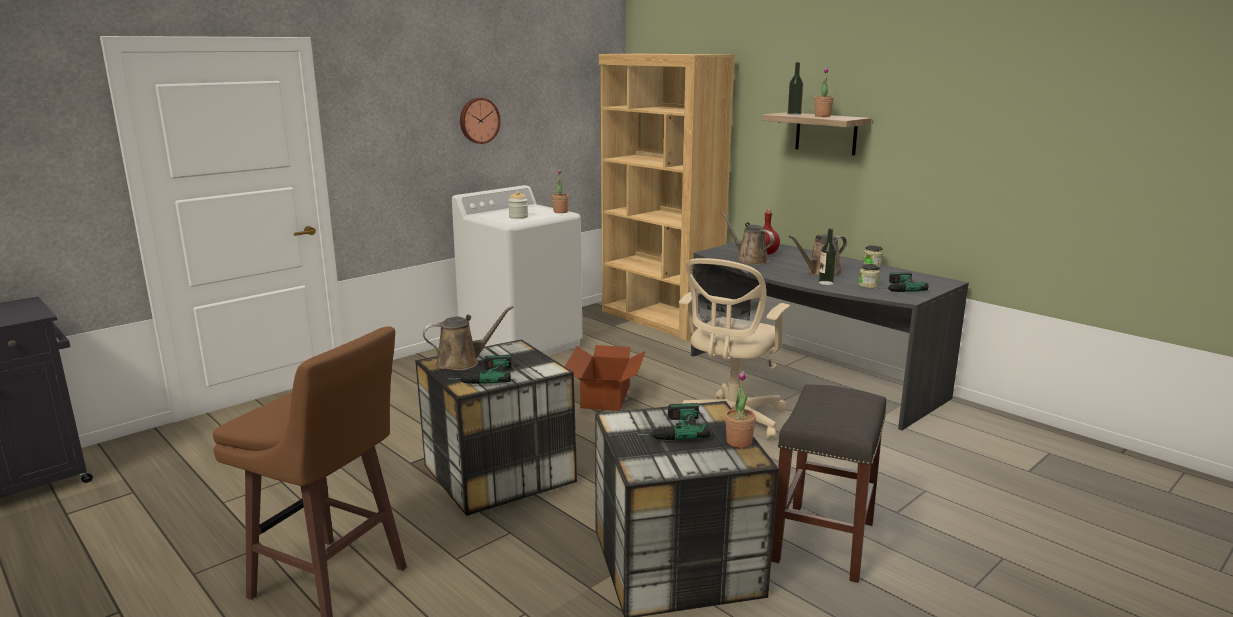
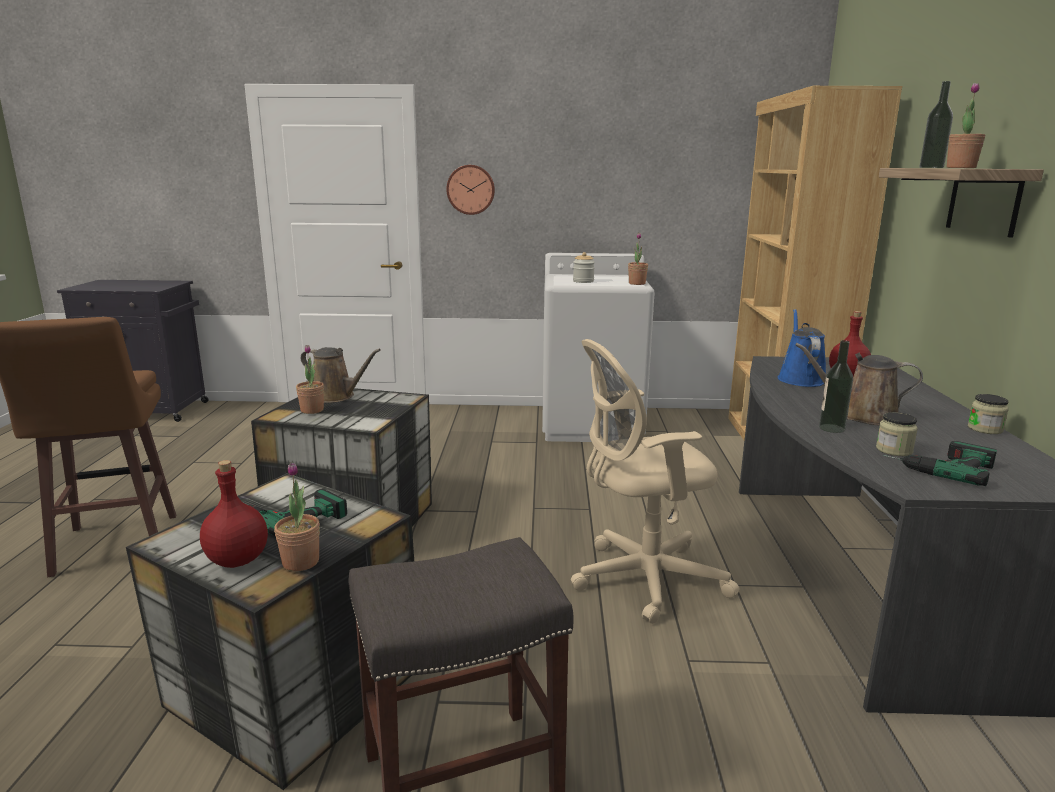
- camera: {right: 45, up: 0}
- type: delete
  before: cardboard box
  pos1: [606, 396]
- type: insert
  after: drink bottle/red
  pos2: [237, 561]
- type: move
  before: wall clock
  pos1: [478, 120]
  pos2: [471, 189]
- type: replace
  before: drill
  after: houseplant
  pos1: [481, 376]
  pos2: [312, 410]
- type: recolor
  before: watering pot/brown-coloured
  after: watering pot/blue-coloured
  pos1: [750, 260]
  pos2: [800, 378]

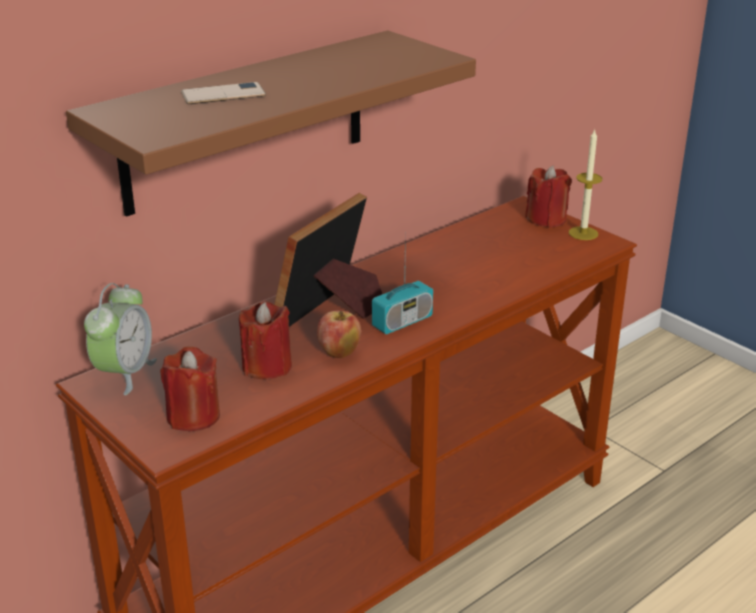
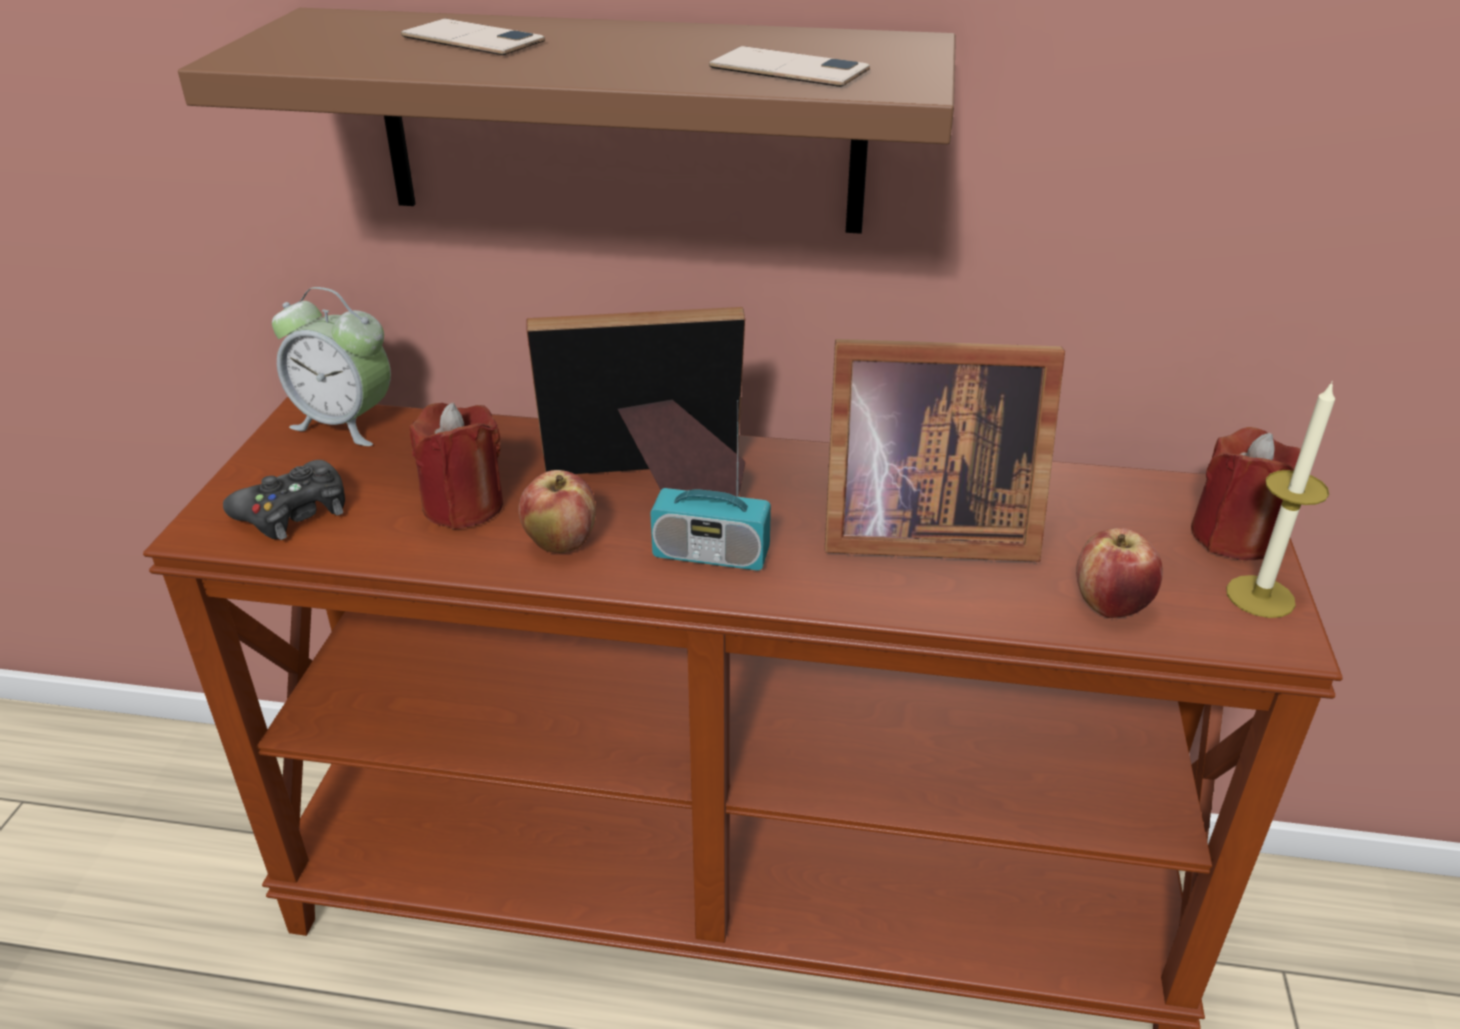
- camera: {right: 50, up: 5}
- type: insert
  after: handset
  pos2: [789, 69]
- type: insert
  after: photo frame
  pos2: [918, 528]
- type: insert
  after: apple
  pos2: [1111, 605]
- type: replace
  before: candle/red
  after: gamepad/black
  pos1: [193, 416]
  pos2: [294, 512]
- type: rotate
  before: alarm clock
  pos1: [125, 373]
  pos2: [345, 423]
  turn: 45

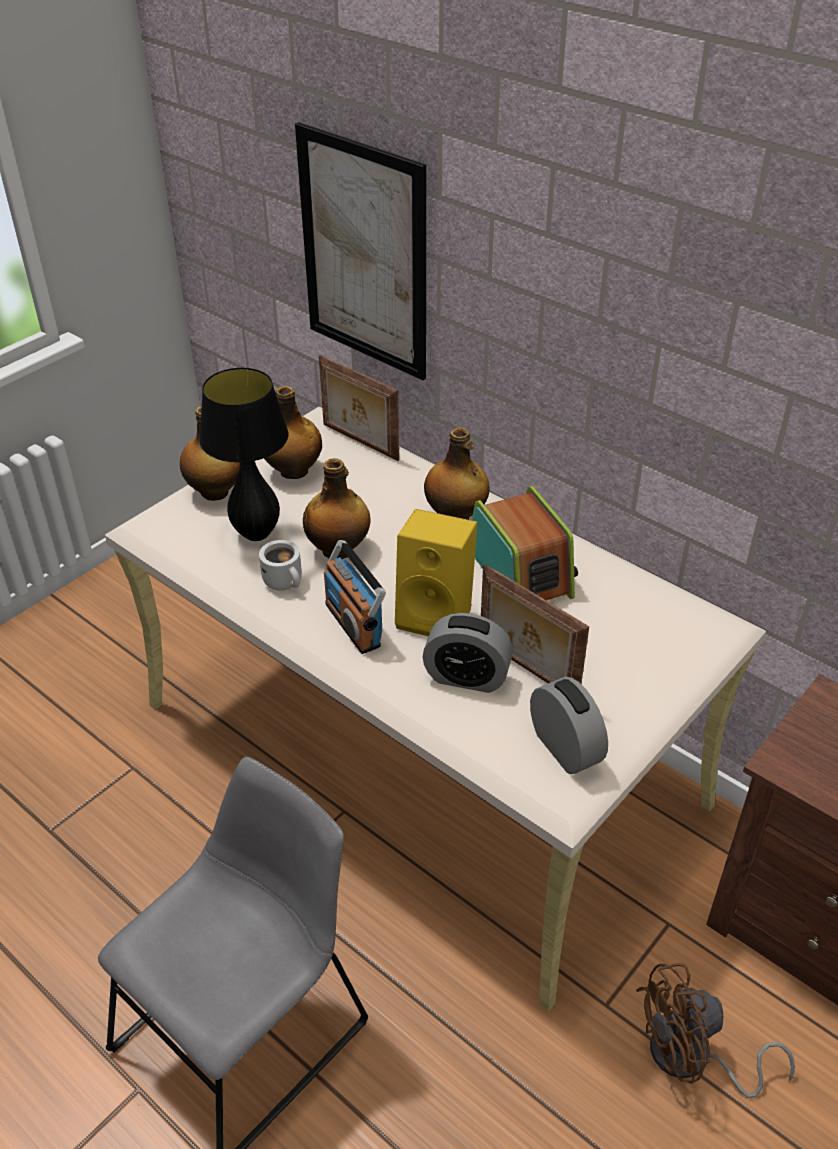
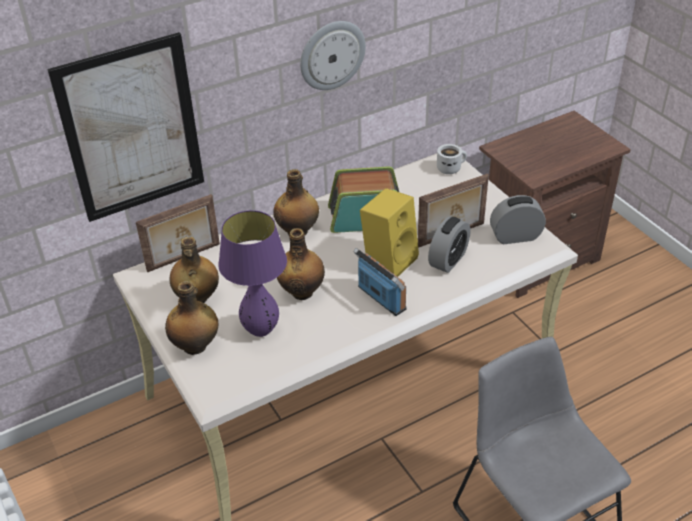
- camera: {right: -70, up: 0}
- type: delete
  before: fan/brown-coloured
  pos1: [692, 1059]
- type: insert
  after: wall clock
  pos2: [331, 55]
- type: move
  before: mug/white
  pos1: [286, 581]
  pos2: [450, 168]
- type: recolor
  before: table lamp/black
  after: table lamp/purple
  pos1: [256, 534]
  pos2: [261, 330]
- type: rotate
  before: radio receiver
  pos1: [354, 624]
  pos2: [381, 298]
  turn: -120

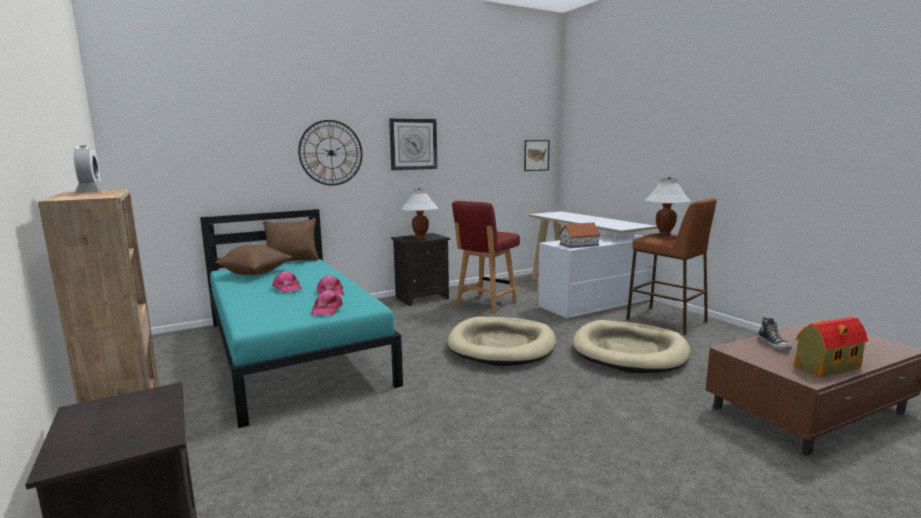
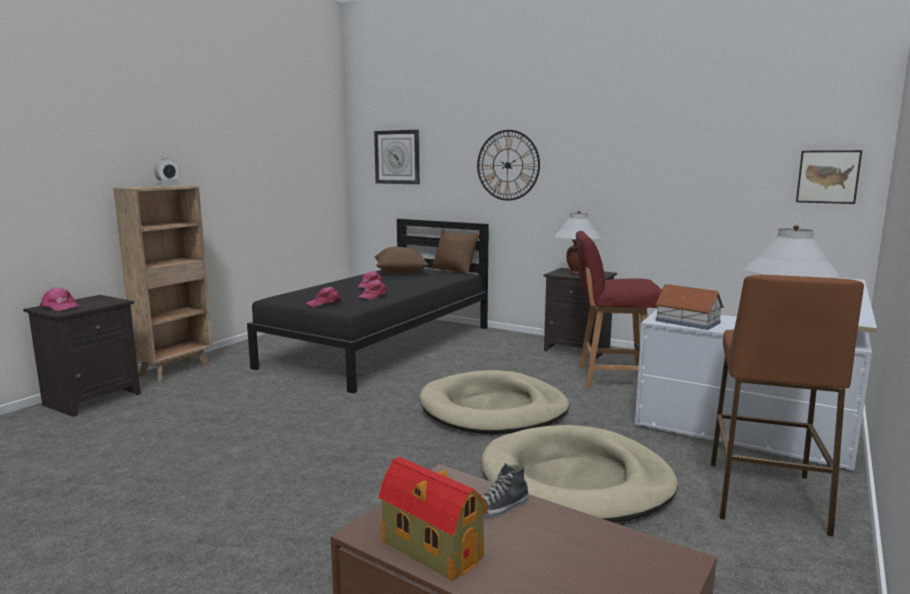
- camera: {right: 60, up: 0}
- type: insert
  after: baseball cap/pinkish
  pos2: [60, 307]
- type: move
  before: wall clock
  pos1: [413, 144]
  pos2: [397, 157]
- type: recolor
  before: sleeping bed/turquoise-coloured
  after: sleeping bed/black
  pos1: [294, 351]
  pos2: [382, 346]

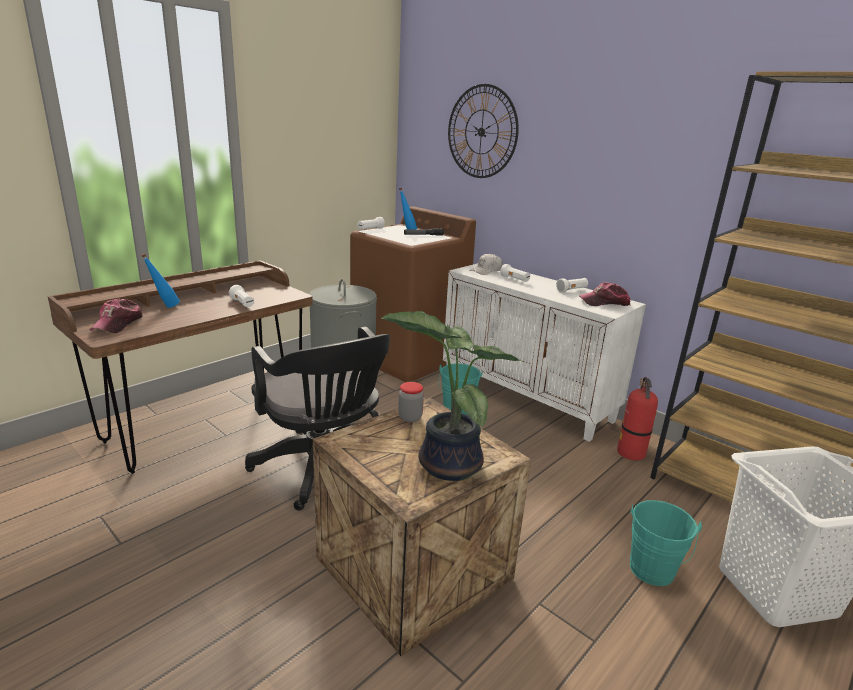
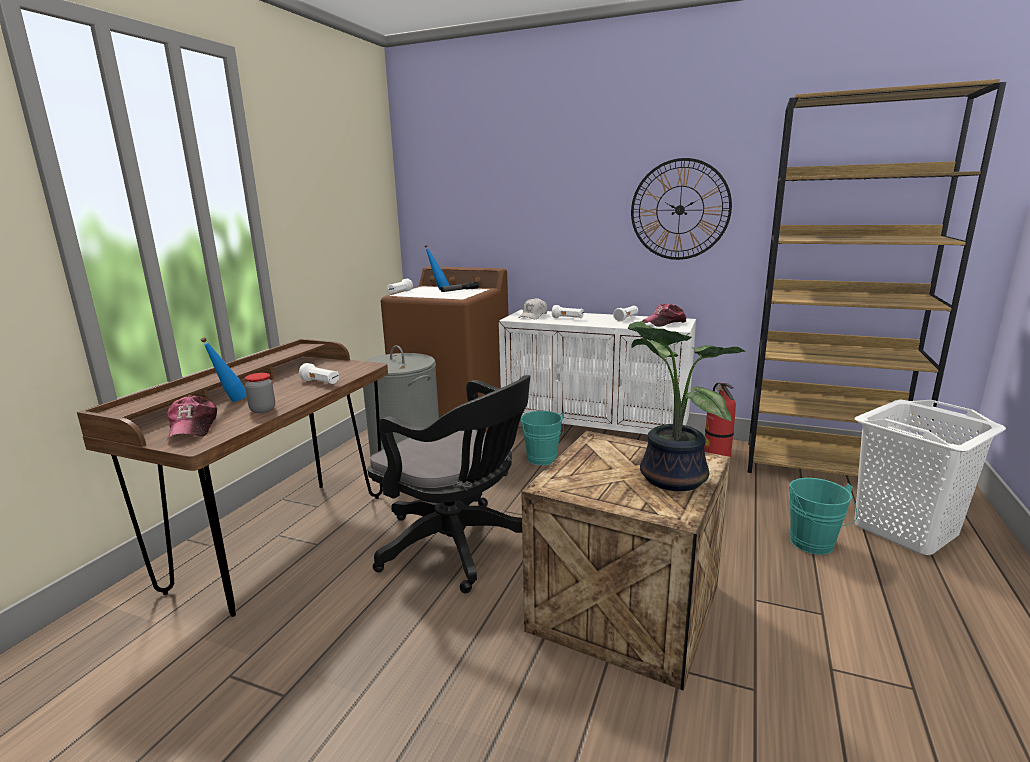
- camera: {right: -20, up: -5}
- type: move
  before: jar
  pos1: [410, 417]
  pos2: [263, 410]
- type: move
  before: wall clock
  pos1: [481, 132]
  pos2: [680, 210]

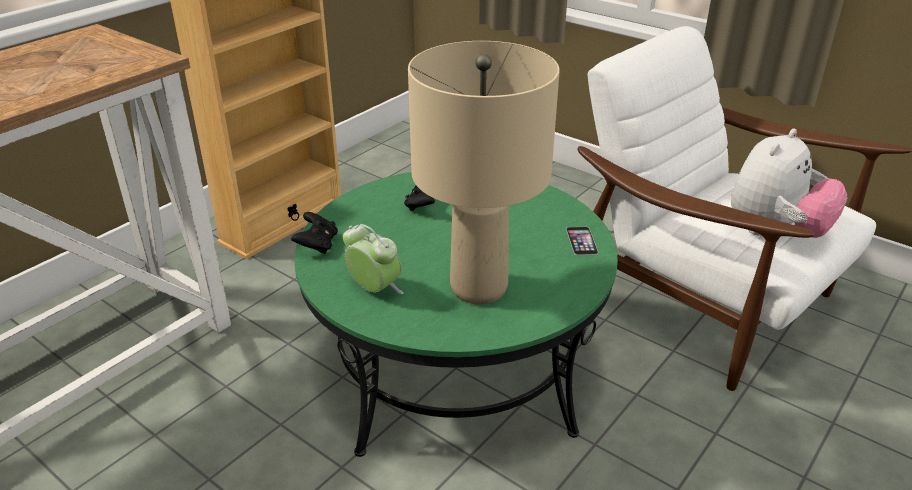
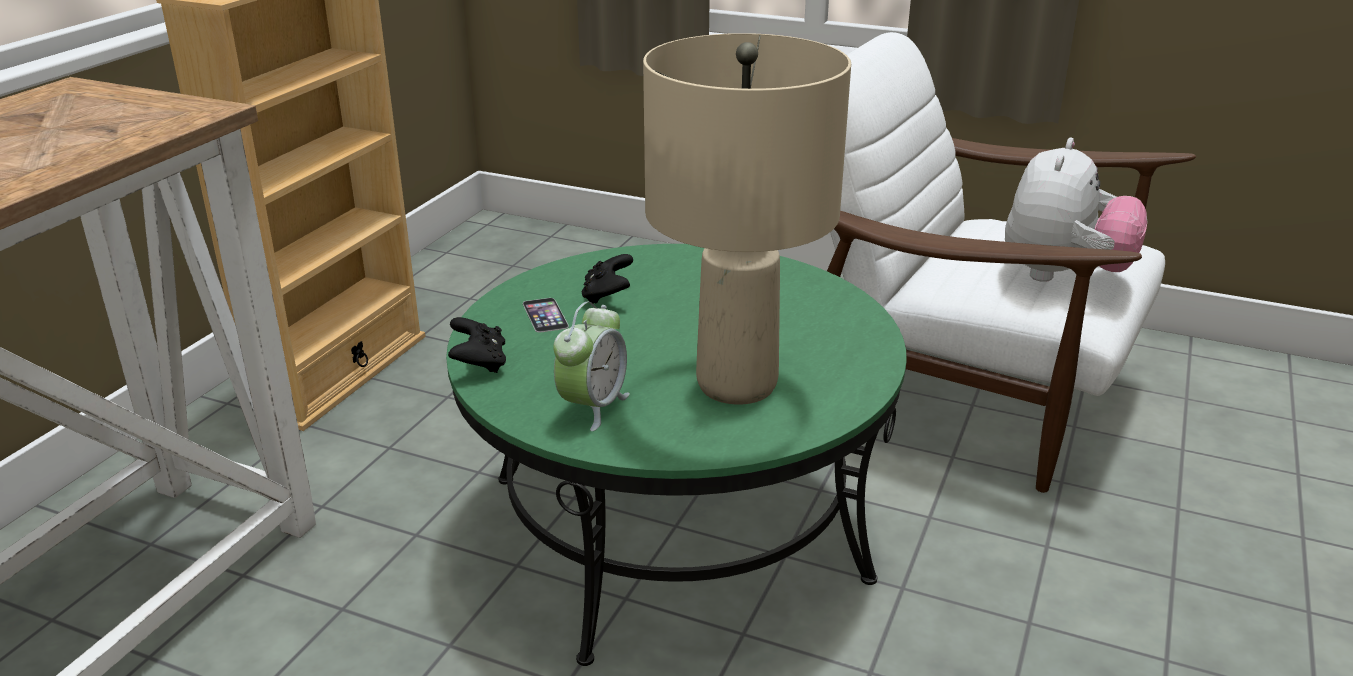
- camera: {right: -15, up: -5}
- type: move
  before: handset
  pos1: [581, 241]
  pos2: [545, 315]
- type: rotate
  before: alarm clock
  pos1: [374, 289]
  pos2: [593, 407]
  turn: 90

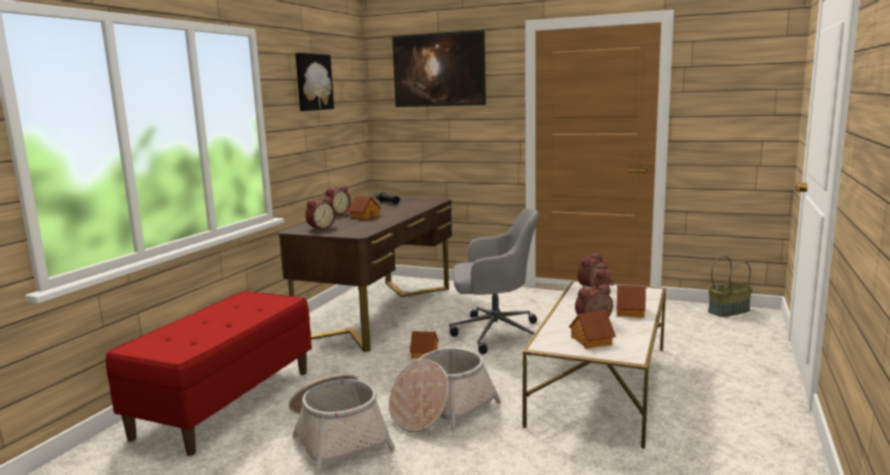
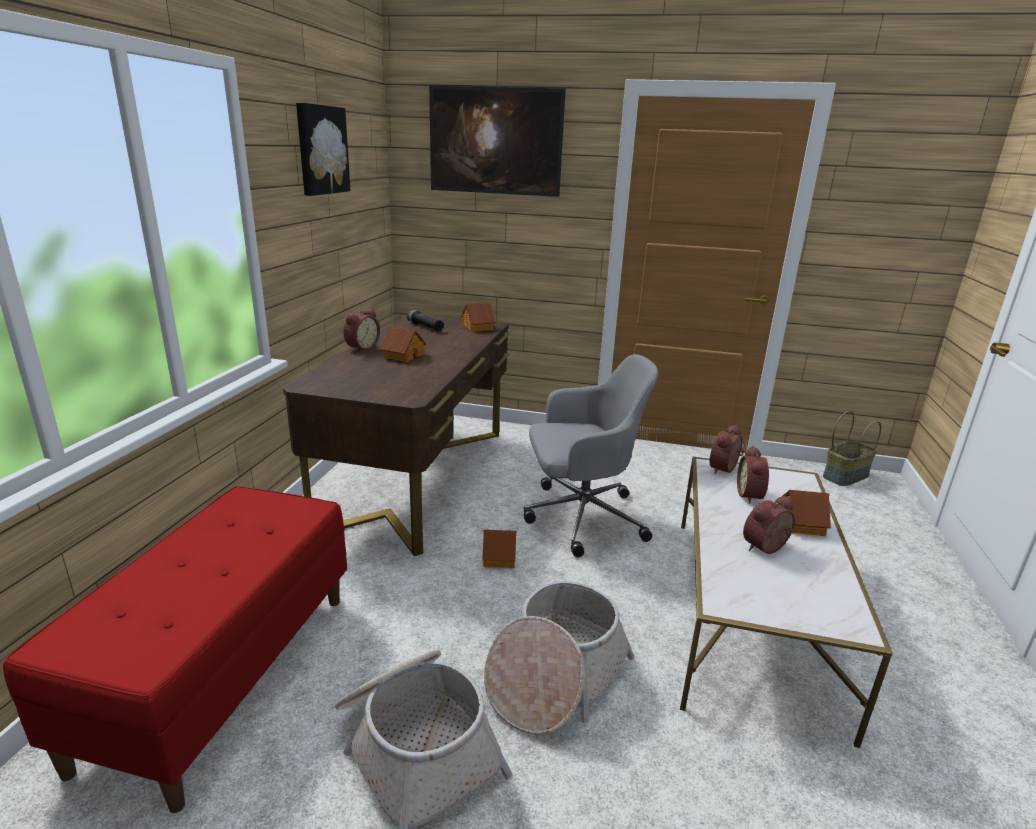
- camera: {right: -10, up: 10}
- type: delete
  before: alarm clock
  pos1: [320, 228]
- type: move
  before: model house
  pos1: [590, 341]
  pos2: [477, 327]

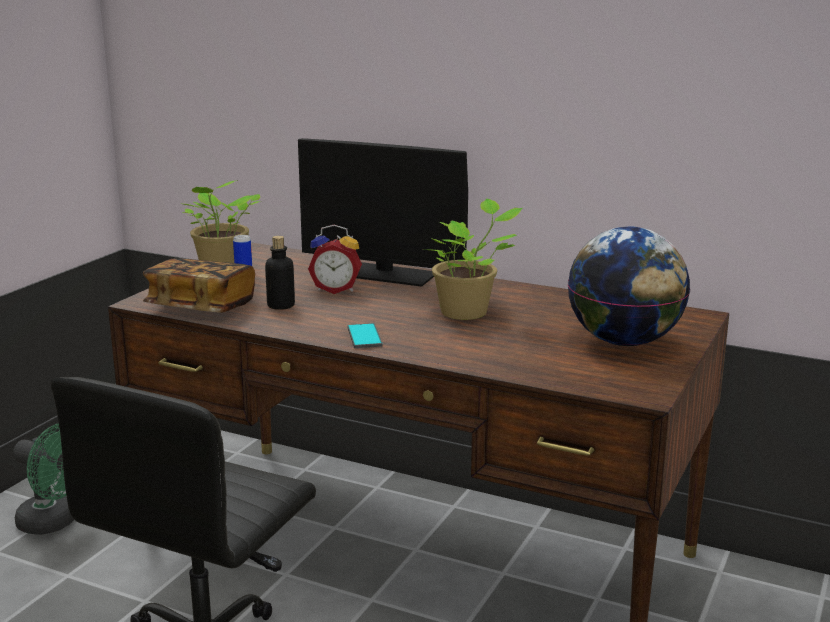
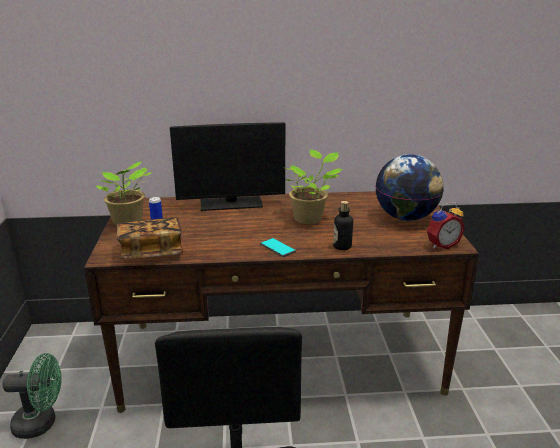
- camera: {right: -30, up: 5}
- type: move
  before: drink bottle
  pos1: [281, 305]
  pos2: [342, 246]
- type: move
  before: alarm clock
  pos1: [336, 289]
  pos2: [441, 245]

